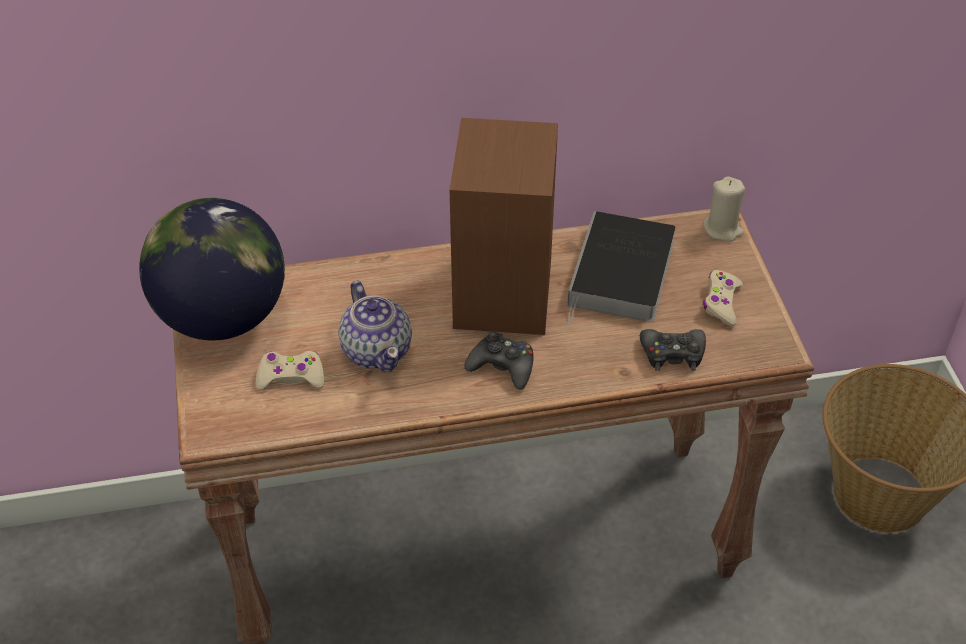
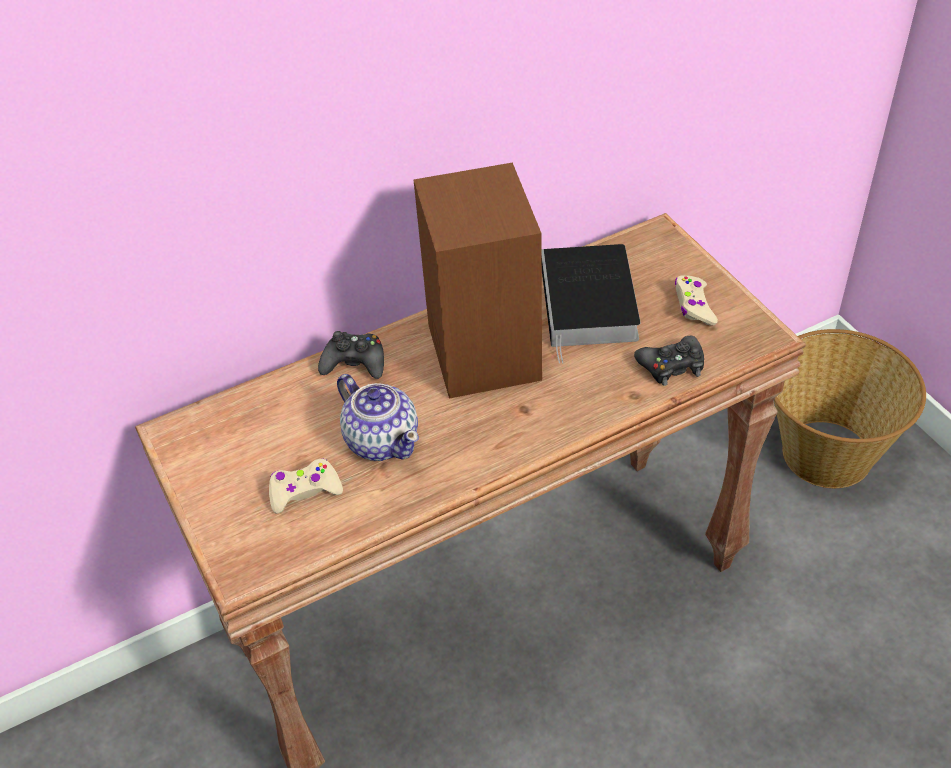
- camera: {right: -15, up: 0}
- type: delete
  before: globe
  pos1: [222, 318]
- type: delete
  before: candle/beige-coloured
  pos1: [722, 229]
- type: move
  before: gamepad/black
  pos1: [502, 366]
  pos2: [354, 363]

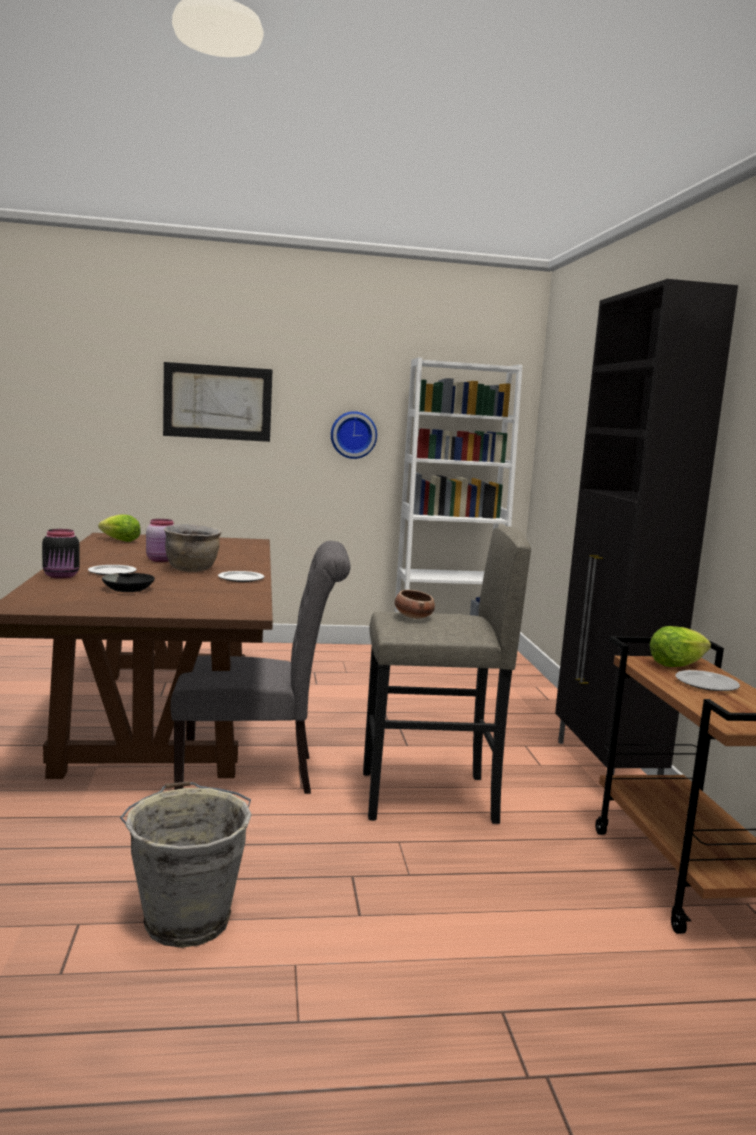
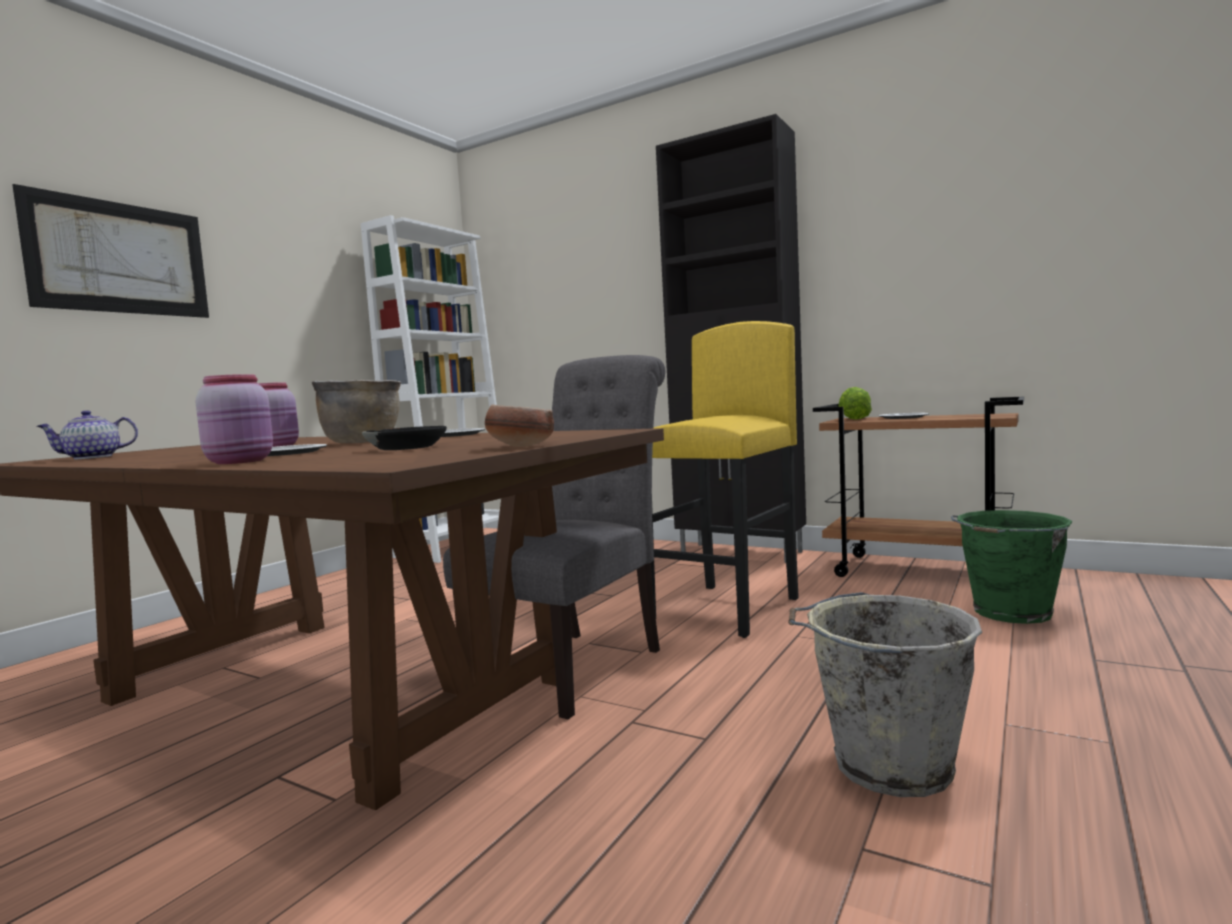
- camera: {right: -50, up: -5}
- type: delete
  before: wall clock
  pos1: [353, 435]
- type: insert
  after: bucket/green
  pos2: [1010, 613]
- type: move
  before: serving bowl
  pos1: [413, 617]
  pos2: [520, 446]
- type: replace
  before: lettuce
  after: tea pot
  pos1: [120, 541]
  pos2: [91, 457]
- type: recolor
  before: jar/black
  after: jar/pinkish
  pos1: [62, 576]
  pos2: [242, 461]
- type: recolor
  before: sitting stool/greyish
  after: sitting stool/yellowish
  pos1: [428, 798]
  pos2: [726, 609]

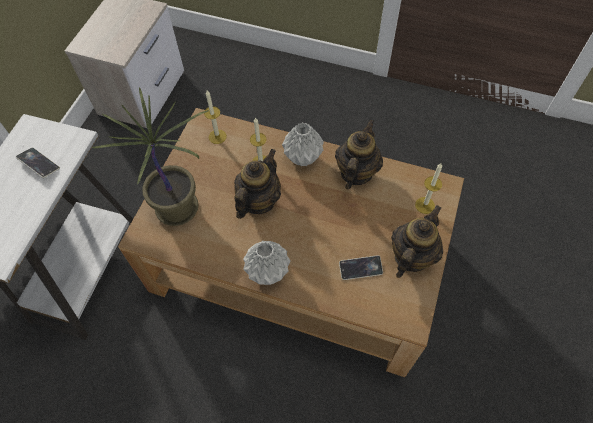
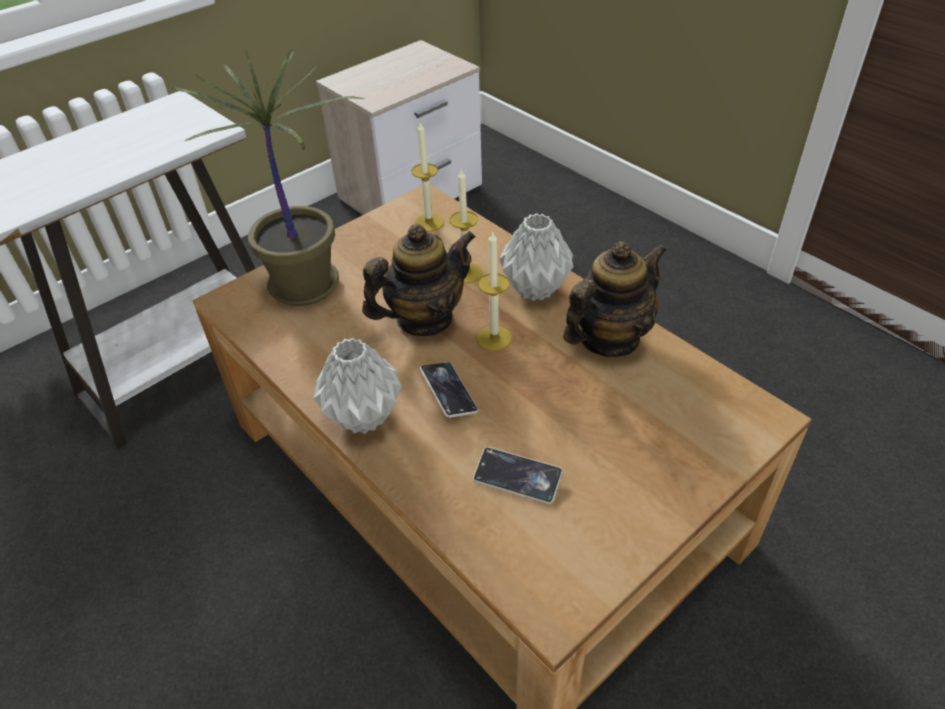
- camera: {right: 30, up: -15}
- type: delete
  before: tea pot
  pos1: [411, 256]
- type: move
  before: handset
  pos1: [39, 164]
  pos2: [448, 392]
- type: move
  before: candle
  pos1: [425, 205]
  pos2: [494, 338]

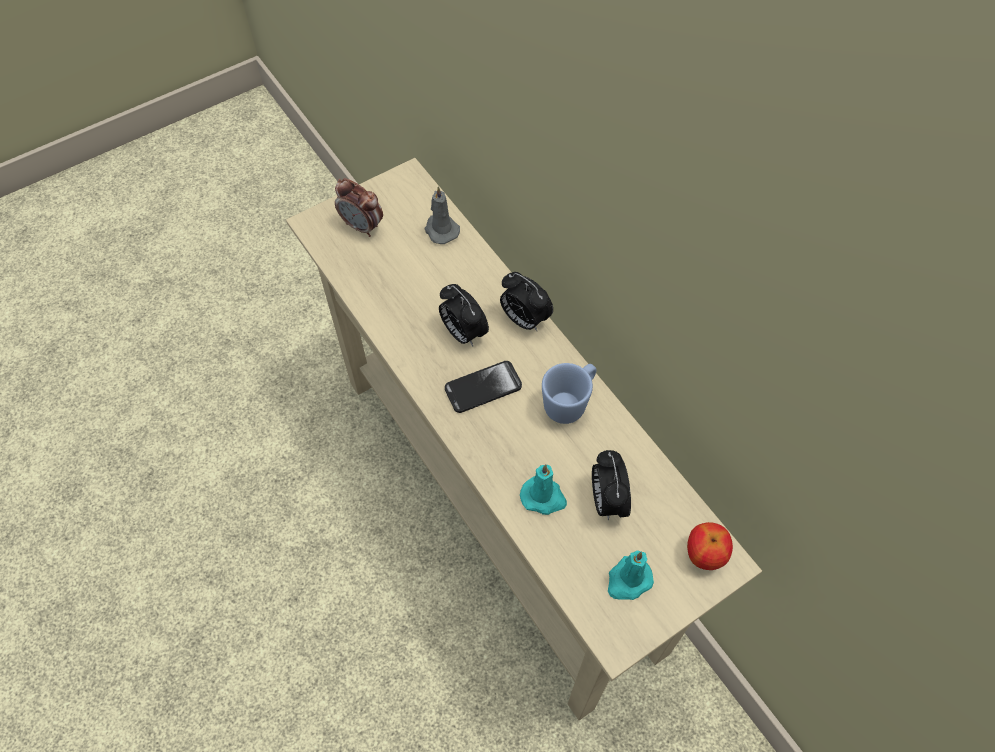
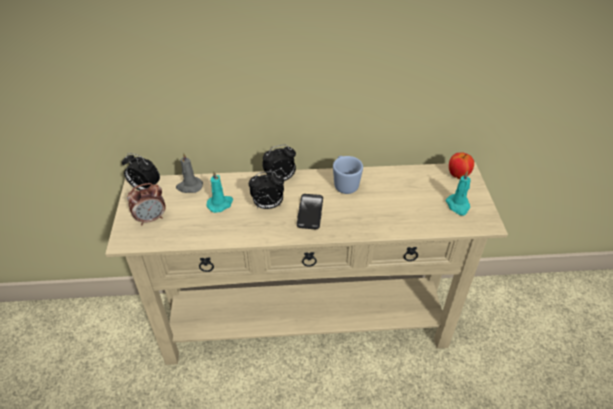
- camera: {right: -60, up: -15}
- type: move
  before: candle/turquoise-coloured
  pos1: [544, 497]
  pos2: [220, 204]
- type: move
  before: alarm clock
  pos1: [607, 500]
  pos2: [144, 188]

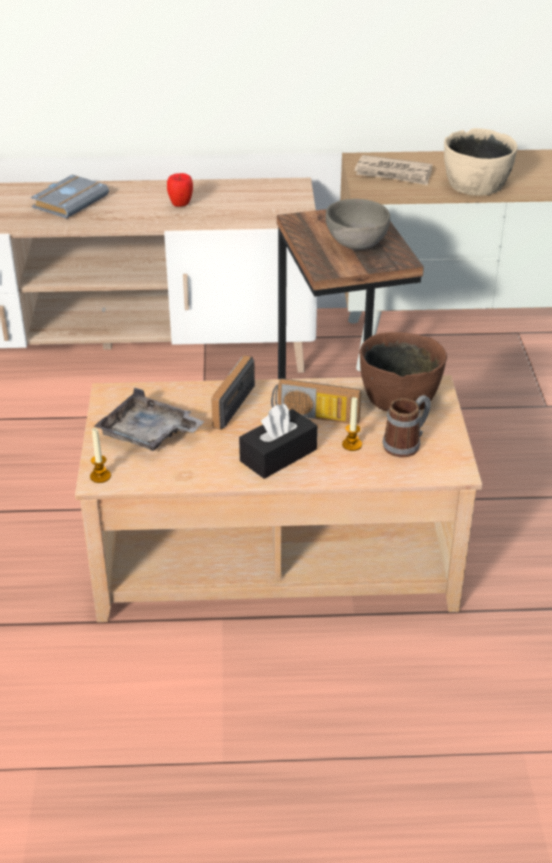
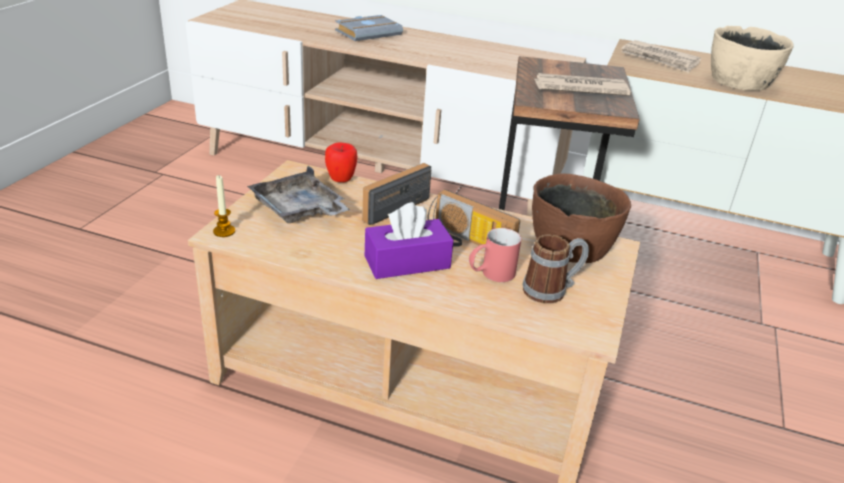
- camera: {right: 20, up: -5}
- type: move
  before: apple
  pos1: [180, 205]
  pos2: [341, 180]
- type: replace
  before: serving bowl/greyish
  after: daily paper
  pos1: [355, 244]
  pos2: [579, 89]
- type: replace
  before: candle
  after: mug/red
  pos1: [352, 444]
  pos2: [490, 274]
- type: recolor
  before: tissue holder/black
  after: tissue holder/purple
  pos1: [278, 455]
  pos2: [407, 262]

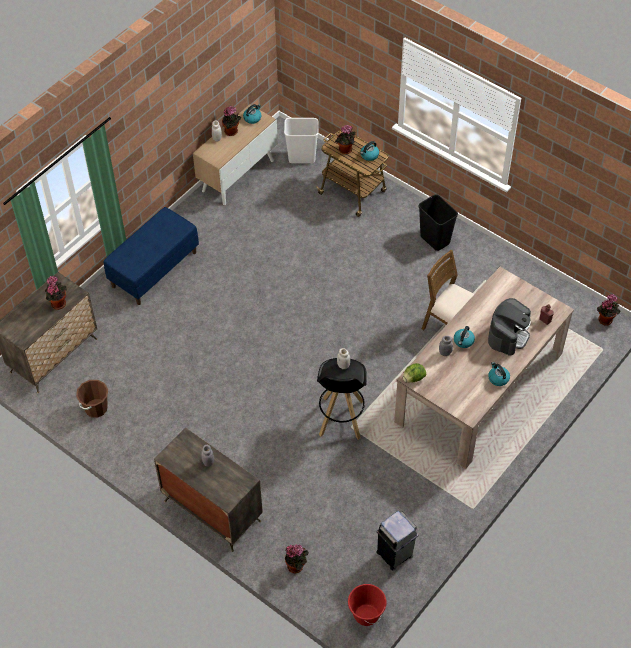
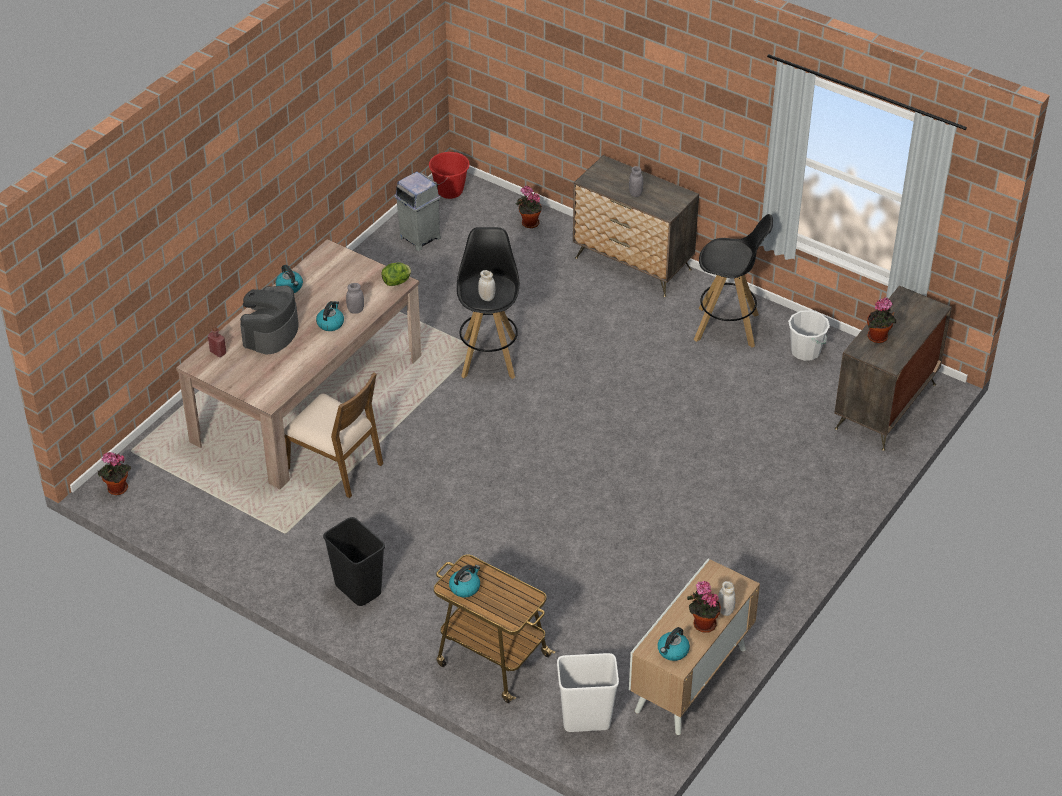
- camera: {right: 175, up: -10}
- type: delete
  before: bench/blue-coloured
  pos1: [154, 269]
- type: delete
  before: houseplant
  pos1: [345, 150]
- type: insert
  after: sitting stool/black
  pos2: [727, 327]
- type: recolor
  before: bucket/brown-coloured
  after: bucket/white
  pos1: [96, 408]
  pos2: [805, 351]

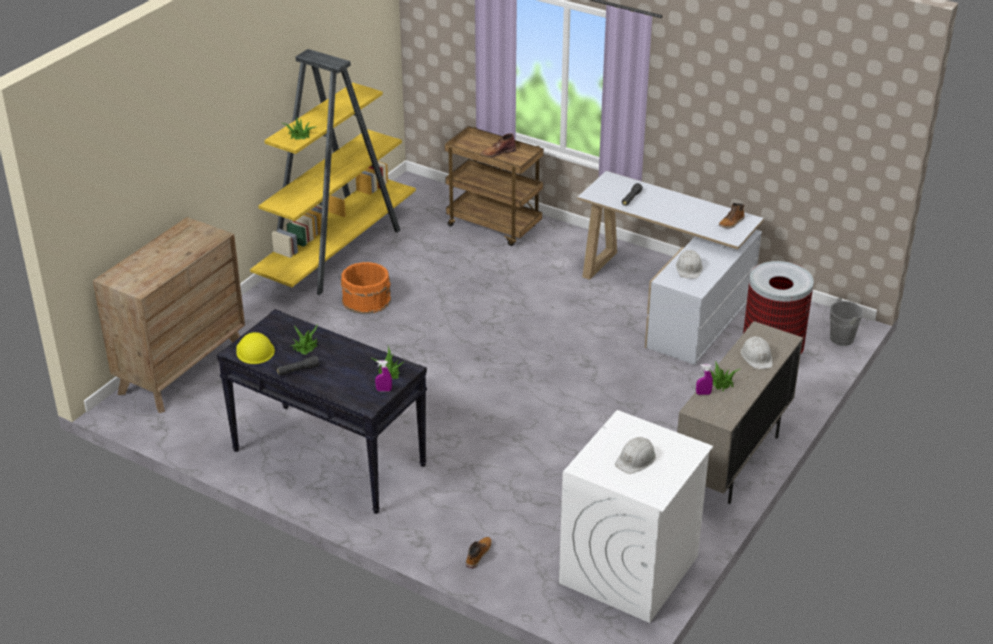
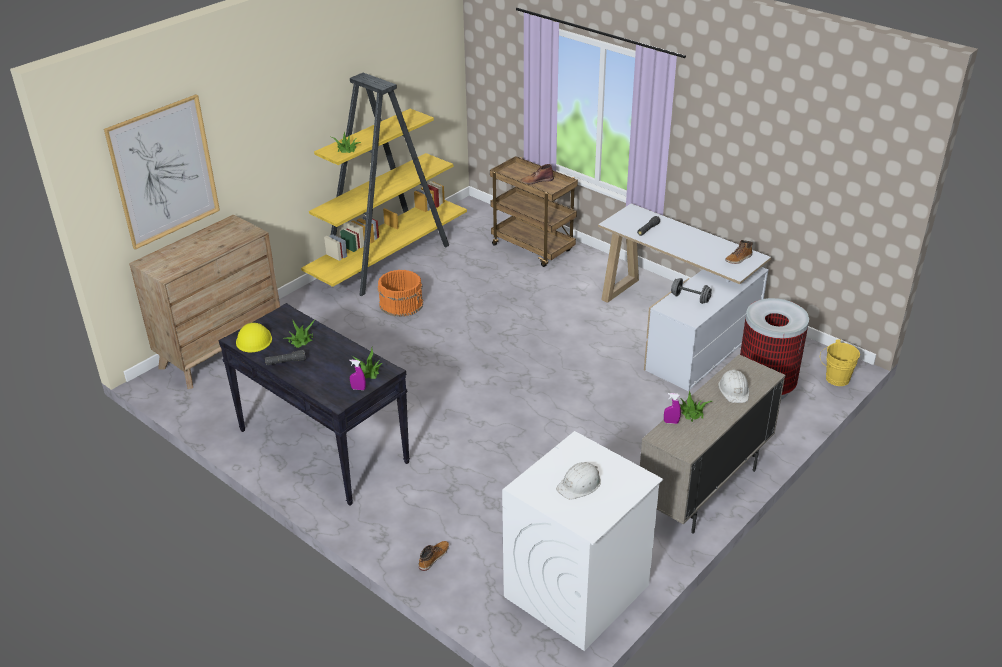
- camera: {right: 10, up: 0}
- type: insert
  after: picture
  pos2: [164, 171]
- type: replace
  before: work helmet/white
  after: free weight/greyish
  pos1: [689, 268]
  pos2: [690, 298]
- type: recolor
  before: bucket/greyish
  after: bucket/yellowish
  pos1: [839, 339]
  pos2: [834, 379]

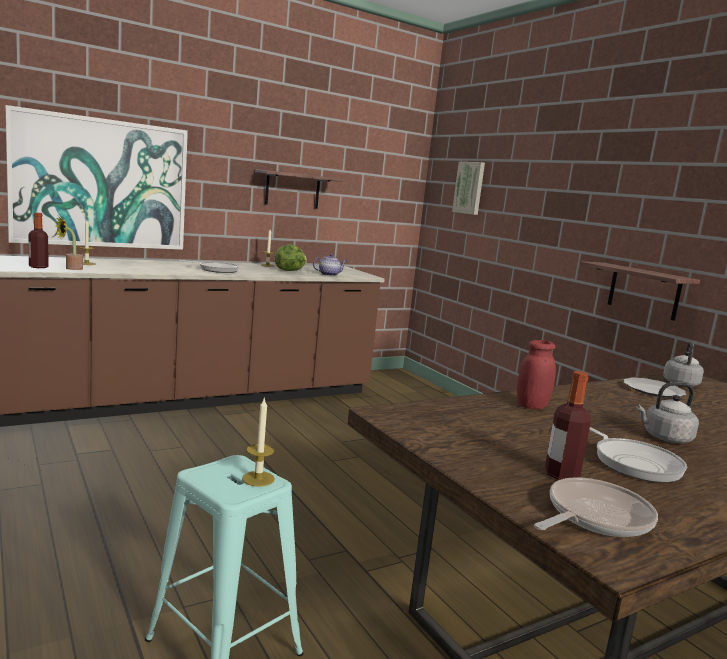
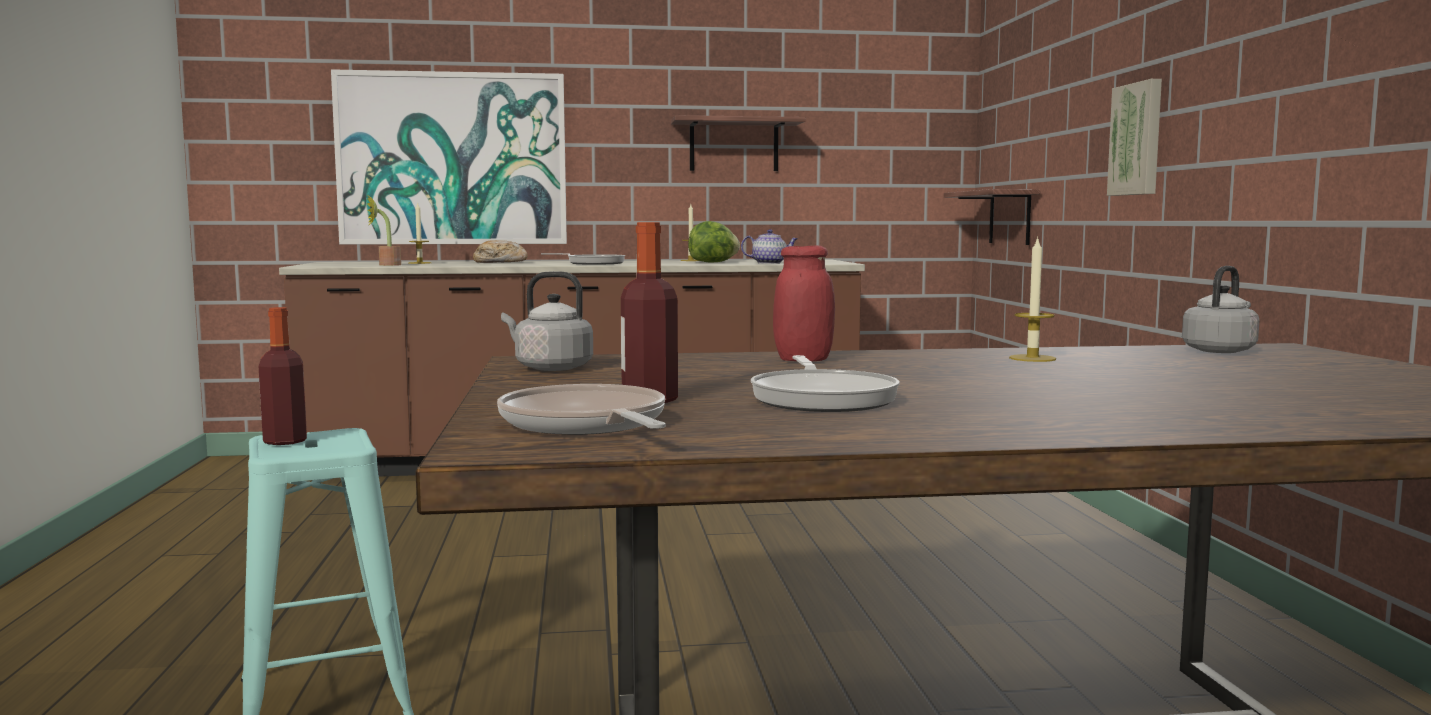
- camera: {right: 25, up: -5}
- type: delete
  before: dinner plate
  pos1: [652, 390]
- type: insert
  after: baked bread
  pos2: [500, 262]
- type: move
  before: drink bottle
  pos1: [38, 267]
  pos2: [285, 441]
- type: move
  before: candle
  pos1: [258, 479]
  pos2: [1032, 358]
- type: move
  before: picture
  pos1: [469, 188]
  pos2: [1138, 139]
- type: move
  before: shelf
  pos1: [644, 291]
  pos2: [1010, 217]
- type: move
  before: kettle/greyish
  pos1: [664, 438]
  pos2: [550, 368]
- type: rotate
  before: skillet
  pos1: [594, 517]
  pos2: [586, 425]
  turn: -105

